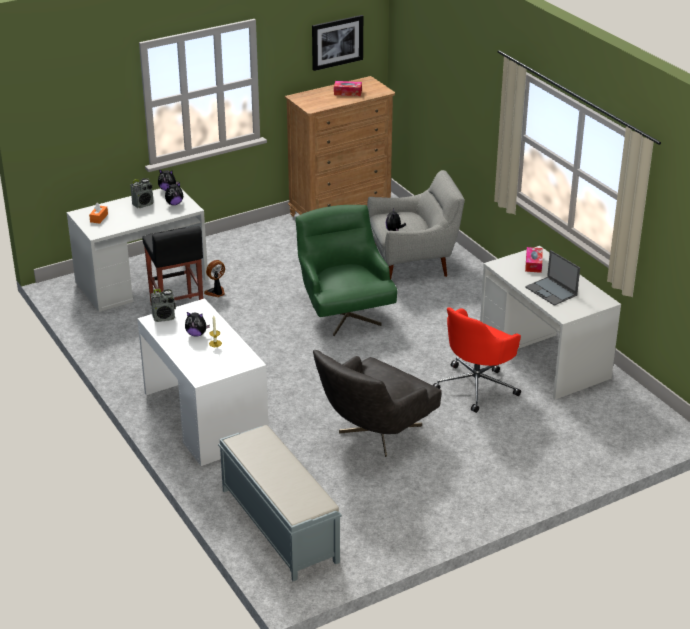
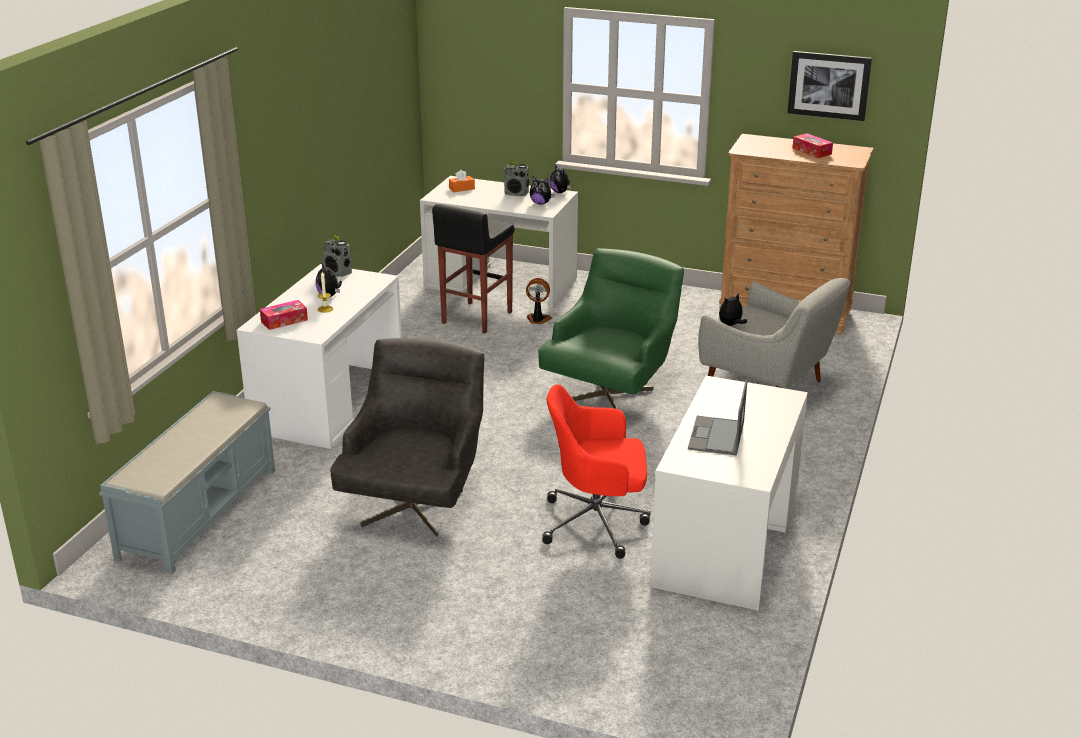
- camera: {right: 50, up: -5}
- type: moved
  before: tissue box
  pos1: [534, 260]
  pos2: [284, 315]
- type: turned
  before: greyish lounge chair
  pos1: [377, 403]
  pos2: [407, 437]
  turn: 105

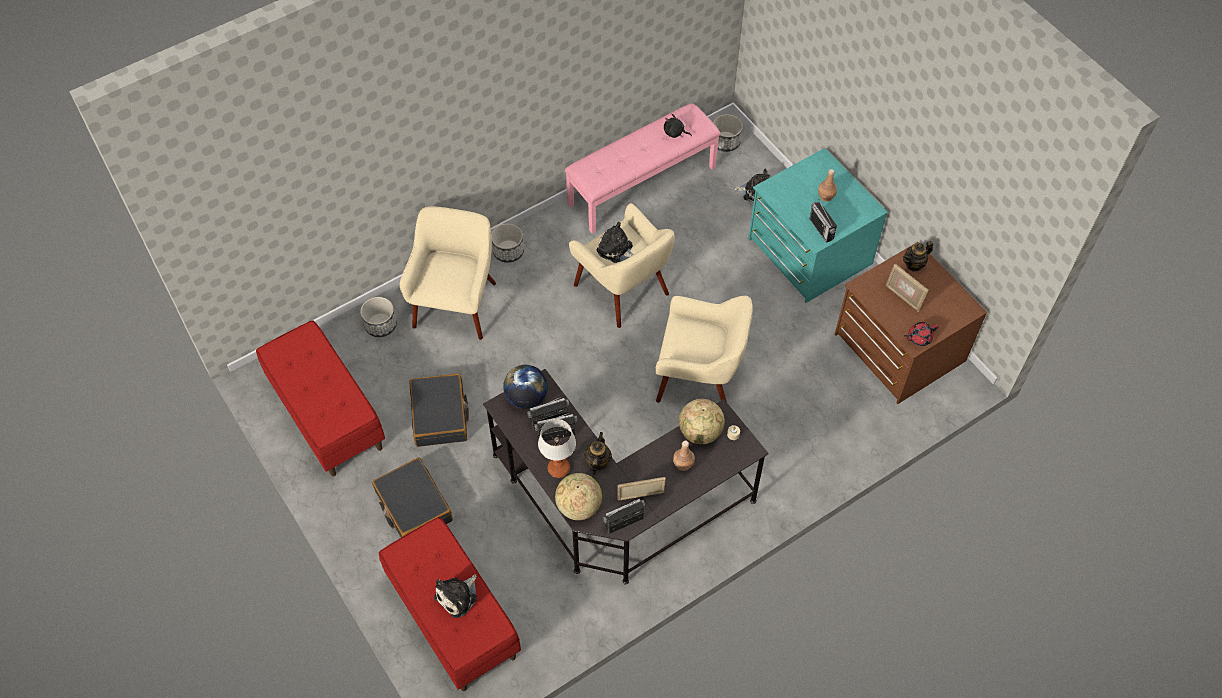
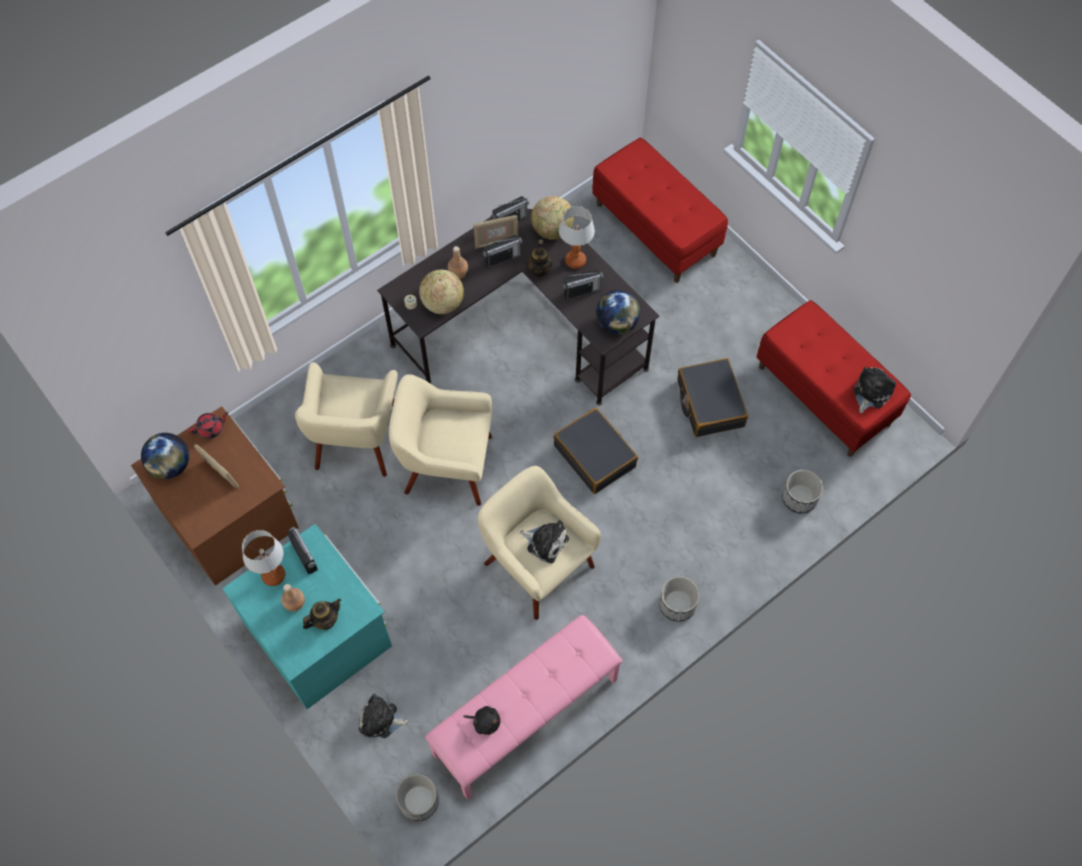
- camera: {right: 175, up: 5}
- type: added
  after: globe
  pos2: [165, 456]
- type: added
  after: table lamp
  pos2: [263, 558]
- type: moved
  before: black-coloured piece of luggage
  pos1: [412, 497]
  pos2: [595, 451]
- type: moved
  before: beige lounge chair
  pos1: [448, 273]
  pos2: [346, 419]
- type: moved
  before: plush toy
  pos1: [455, 596]
  pos2: [874, 390]
- type: moved
  before: radio receiver
  pos1: [548, 413]
  pos2: [502, 251]
- type: moved
  before: tea pot
  pos1: [918, 256]
  pos2: [322, 614]

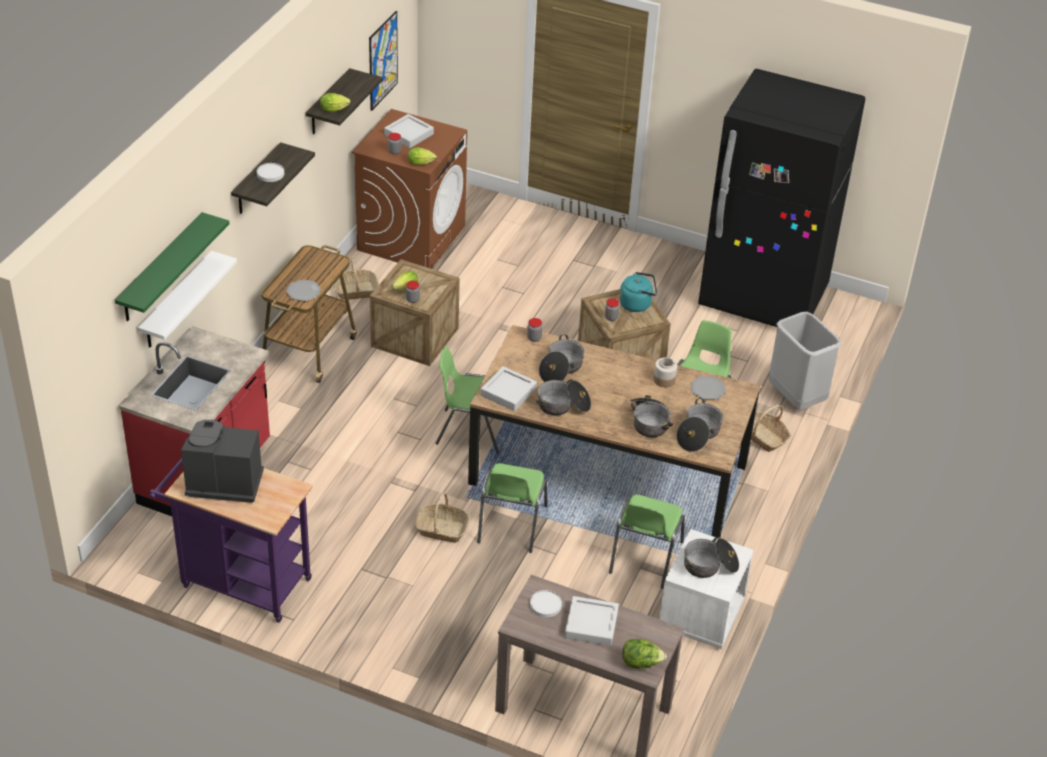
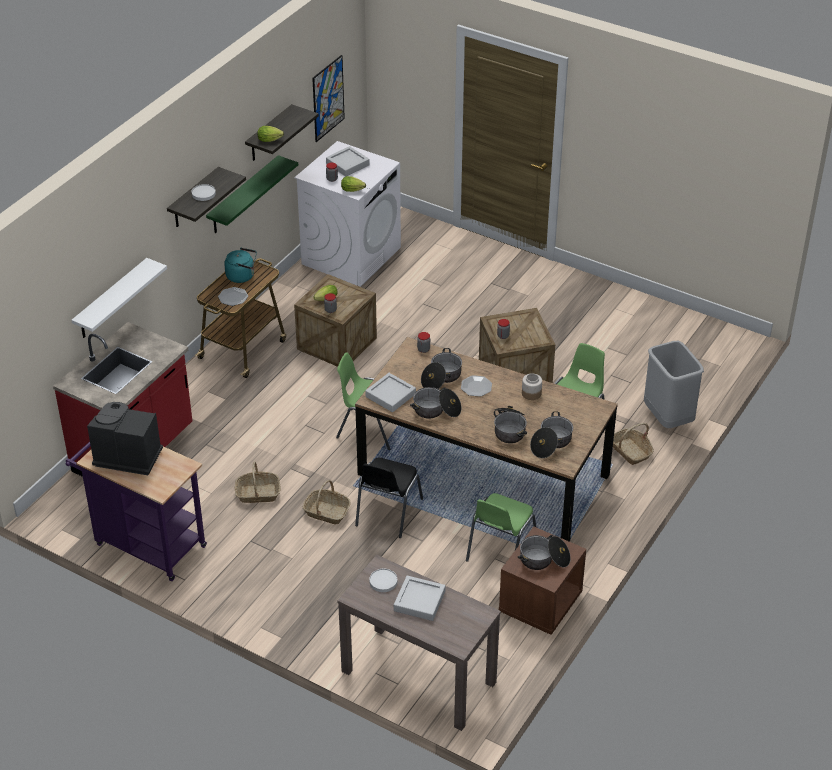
- camera: {right: 10, up: 0}
- type: removed
  before: head of lettuce
  pos1: [644, 654]
- type: removed
  before: black-coloured refrigerator
  pos1: [781, 198]
- type: moved
  before: greenish shelf
  pos1: [172, 266]
  pos2: [252, 194]
- type: moved
  before: household basket
  pos1: [356, 279]
  pos2: [257, 482]
- type: moved
  before: blue-green tea kettle
  pos1: [638, 292]
  pos2: [240, 265]
- type: moved
  before: flat dish
  pos1: [708, 388]
  pos2: [476, 386]
- type: recoloured
  before: brown laundry machine
  after: white laundry machine
  pos1: [409, 189]
  pos2: [348, 214]
- type: recoloured
  before: greenish chair
  after: black-coloured chair
  pos1: [512, 508]
  pos2: [389, 498]
- type: recoloured
  before: white bedside table
  after: brown bedside table
  pos1: [706, 589]
  pos2: [542, 581]

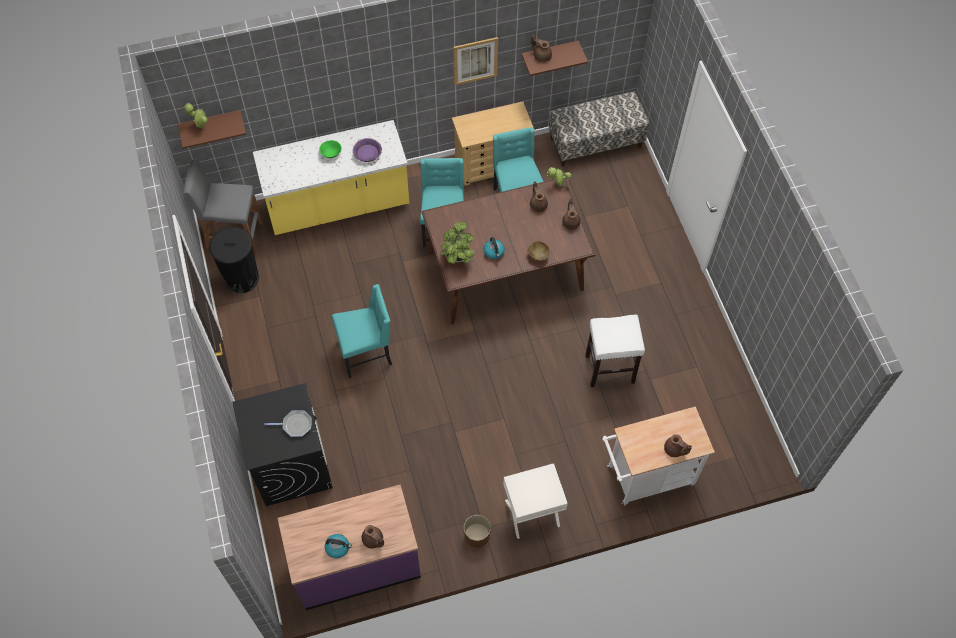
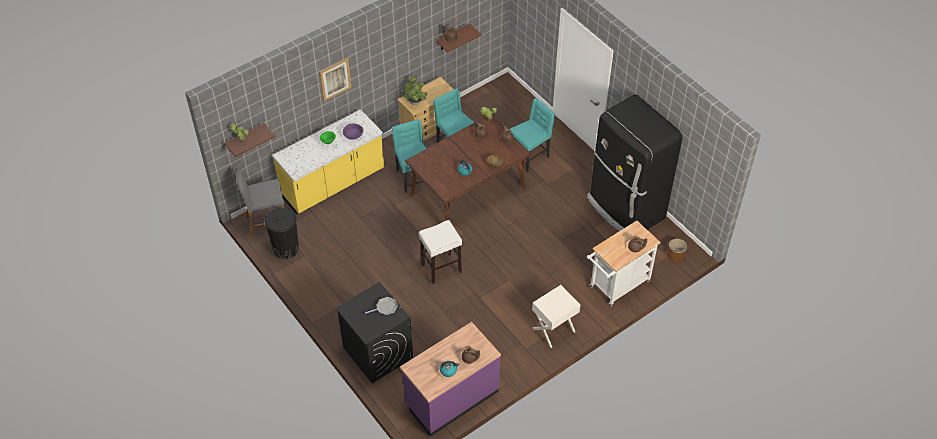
- camera: {right: -20, up: -10}
- type: removed
  before: indoor bench
  pos1: [599, 129]
- type: added
  after: black-coloured refrigerator
  pos2: [634, 163]
- type: moved
  before: blue-green chair
  pos1: [362, 331]
  pos2: [532, 135]
- type: moved
  before: plant in a pot
  pos1: [458, 243]
  pos2: [415, 90]
- type: moved
  before: picture
  pos1: [475, 61]
  pos2: [336, 79]
- type: moved
  before: brown planter
  pos1: [477, 531]
  pos2: [677, 250]
- type: moved
  before: white stool
  pos1: [615, 350]
  pos2: [440, 252]

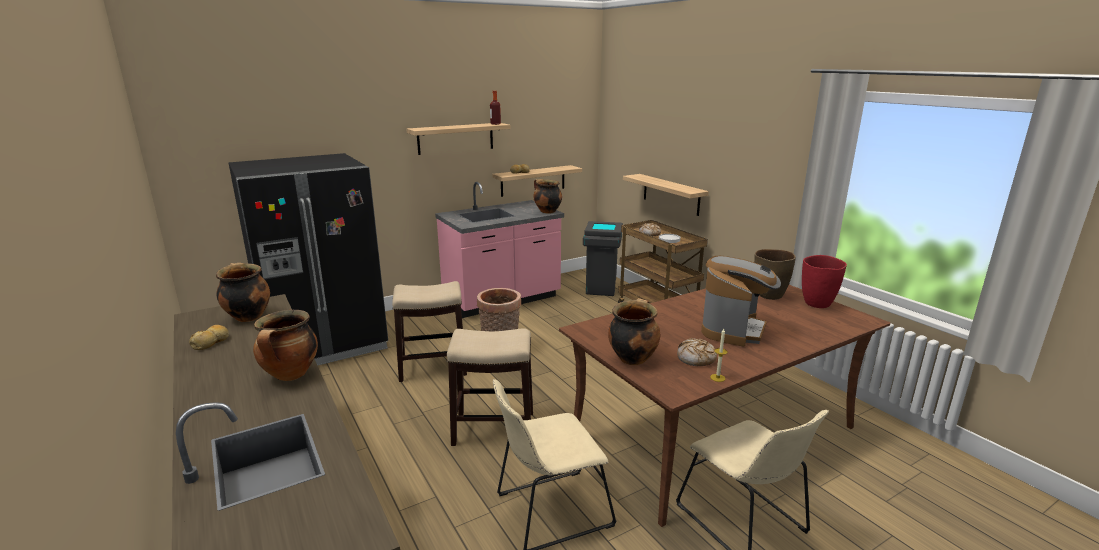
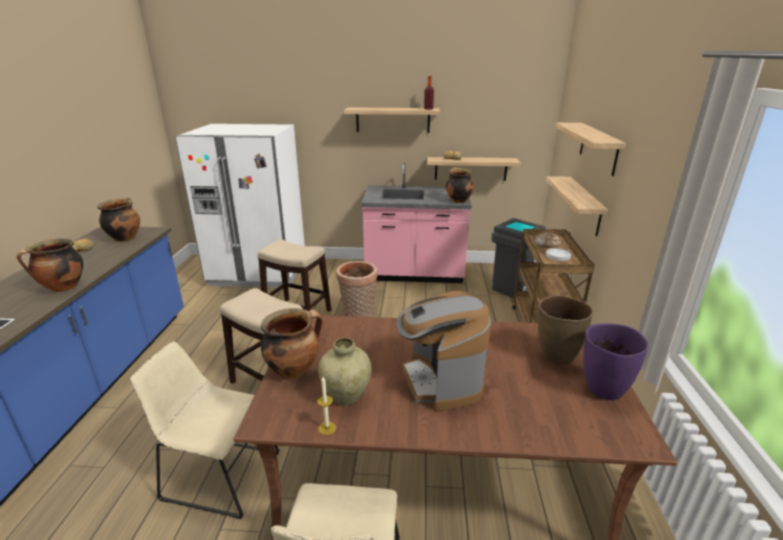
- camera: {right: 35, up: 5}
- type: added
  after: shelf
  pos2: [591, 149]
- type: replaced
  before: baked bread
  after: beige decorative vase
  pos1: [697, 352]
  pos2: [345, 371]
- type: recoloured
  before: black-coloured refrigerator
  after: white refrigerator
  pos1: [308, 259]
  pos2: [240, 206]
- type: recoloured
  before: red-coloured decorative vase
  after: purplish decorative vase
  pos1: [824, 281]
  pos2: [616, 361]
- type: turned
  before: coffee maker
  pos1: [741, 301]
  pos2: [443, 351]
  turn: 105

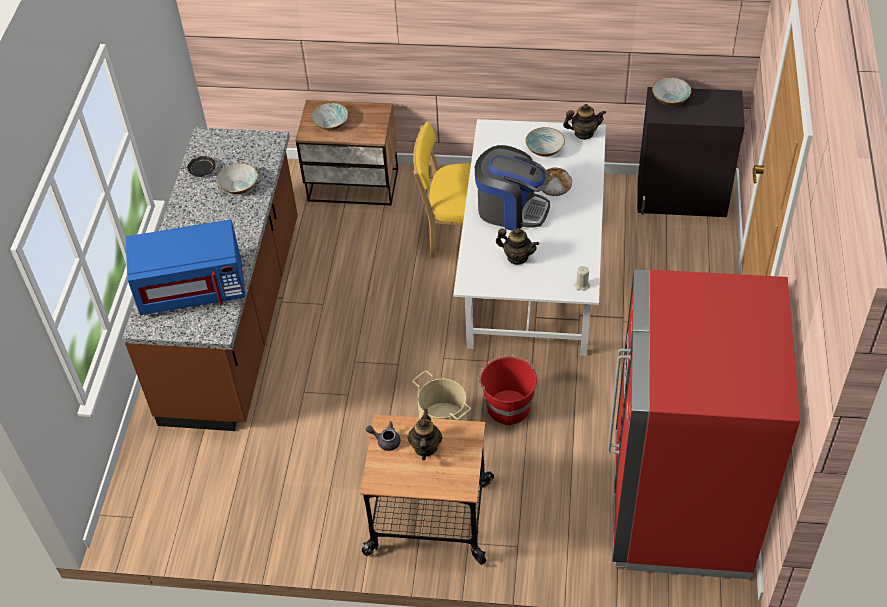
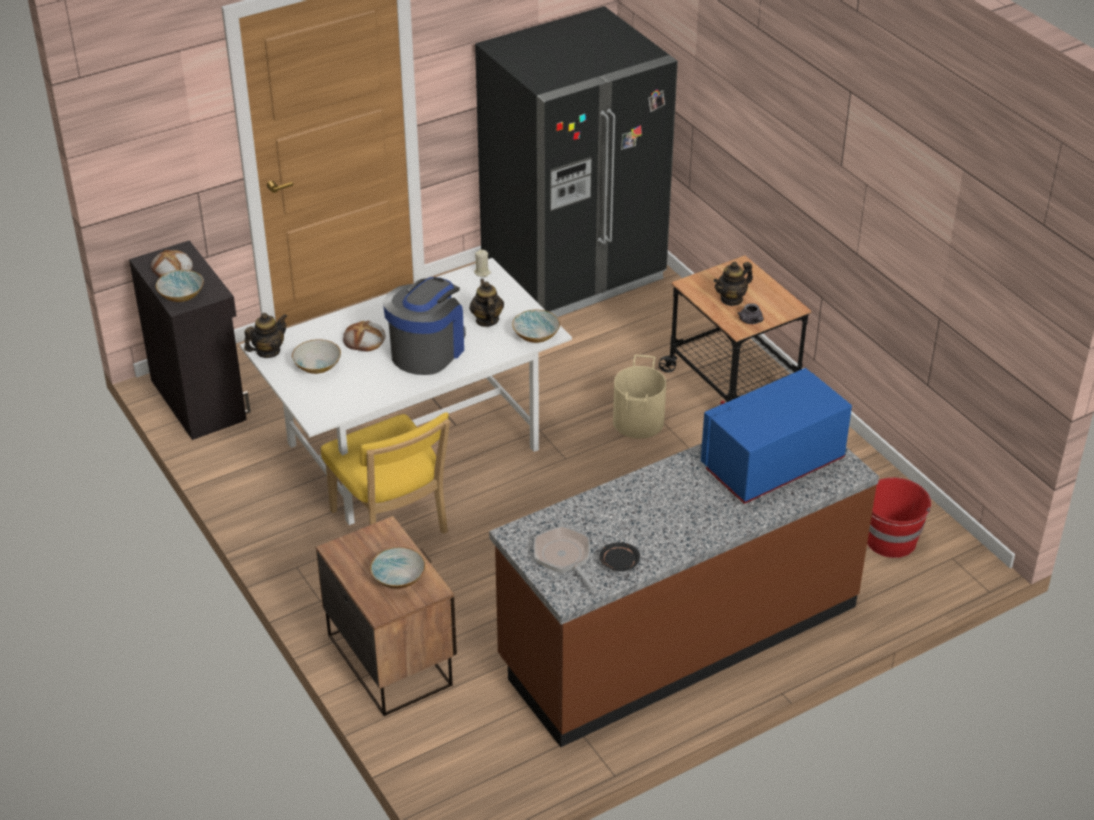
- camera: {right: -130, up: -10}
- type: added
  after: baked bread
  pos2: [172, 263]
- type: added
  after: skillet
  pos2: [565, 558]
- type: moved
  before: serving bowl
  pos1: [237, 178]
  pos2: [536, 326]
- type: moved
  before: red-coloured pail
  pos1: [507, 390]
  pos2: [899, 518]
- type: recoloured
  before: red-coloured refrigerator
  after: black-coloured refrigerator
  pos1: [704, 424]
  pos2: [576, 161]
- type: turned
  before: bluish kitchen microwave
  pos1: [185, 267]
  pos2: [776, 436]
  turn: -75
- type: turned
  before: coffee maker
  pos1: [512, 188]
  pos2: [424, 326]
  turn: 45
- type: turned
  before: tea pot
  pos1: [584, 122]
  pos2: [265, 335]
  turn: 90

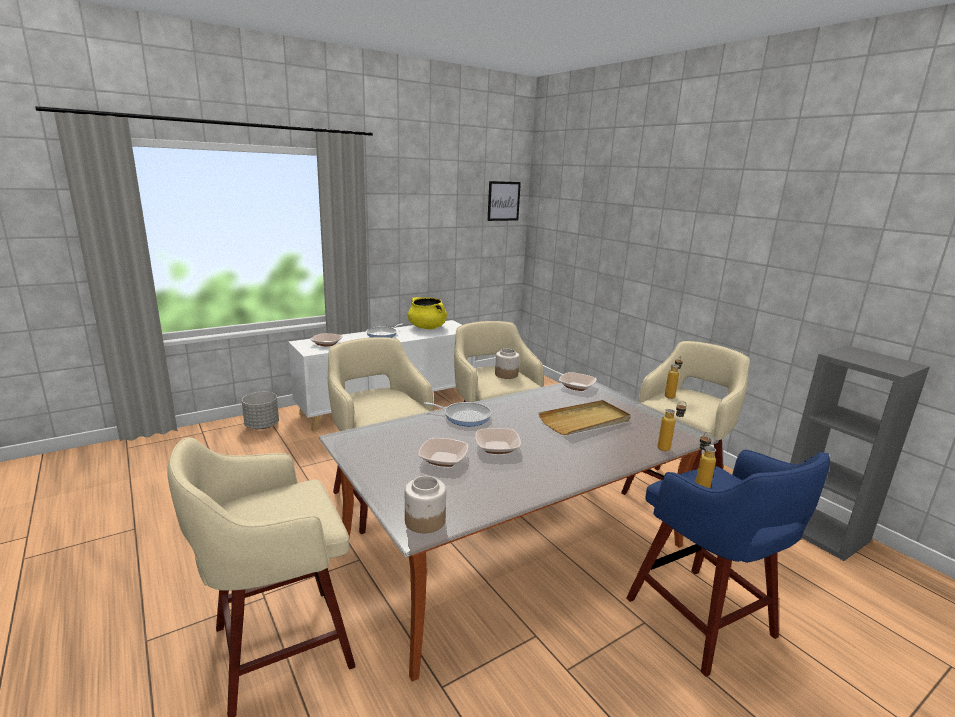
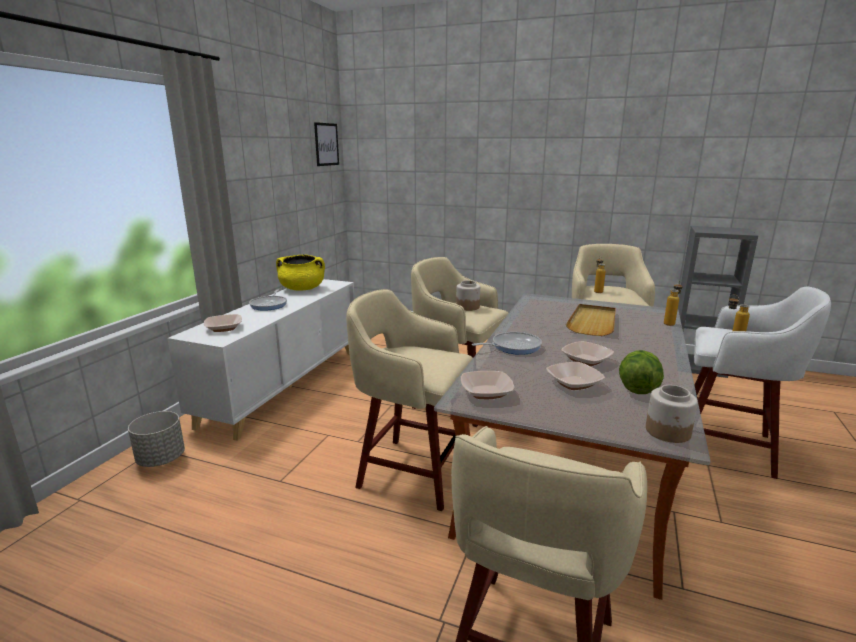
- camera: {right: -35, up: 0}
- type: added
  after: head of lettuce
  pos2: [641, 372]
- type: moved
  before: serving bowl
  pos1: [577, 381]
  pos2: [487, 385]
- type: recoloured
  before: bluish stool
  after: white stool
  pos1: [728, 563]
  pos2: [762, 382]

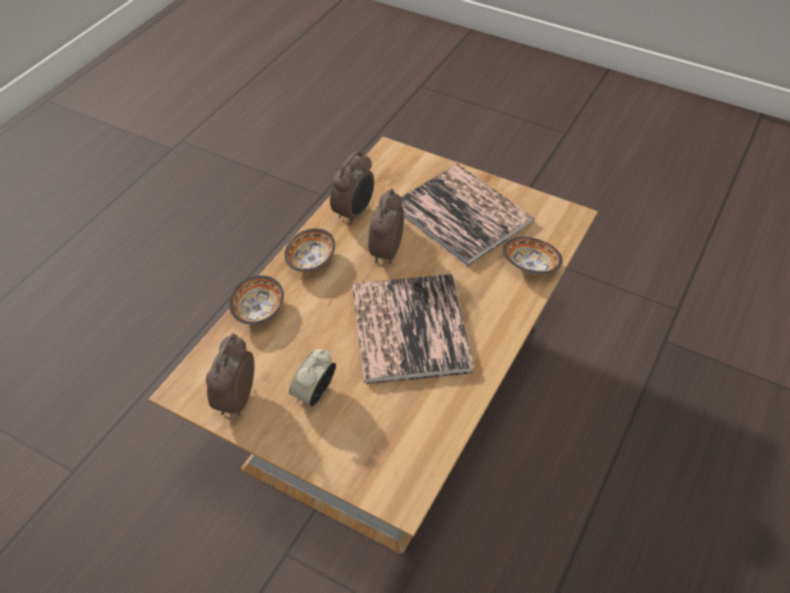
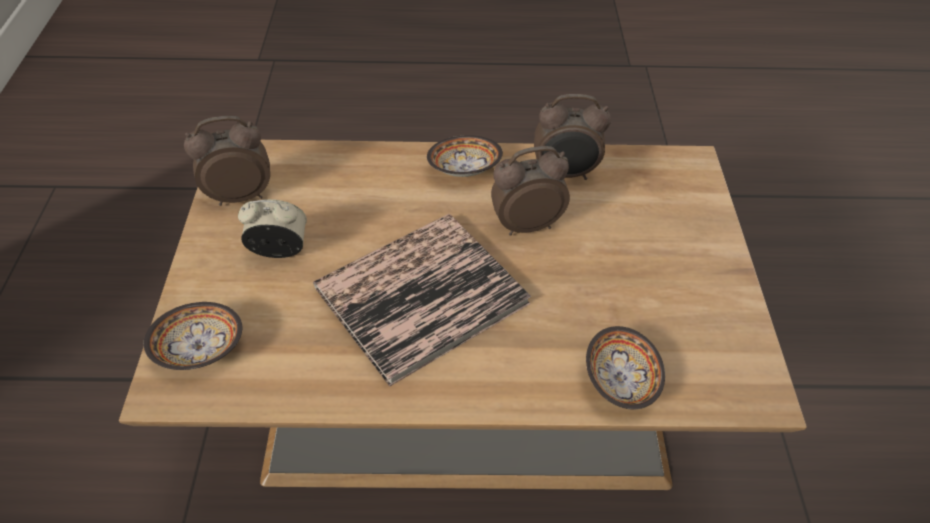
- camera: {right: 60, up: 0}
- type: removed
  before: book
  pos1: [468, 215]
- type: moved
  before: serving bowl
  pos1: [256, 300]
  pos2: [193, 336]

